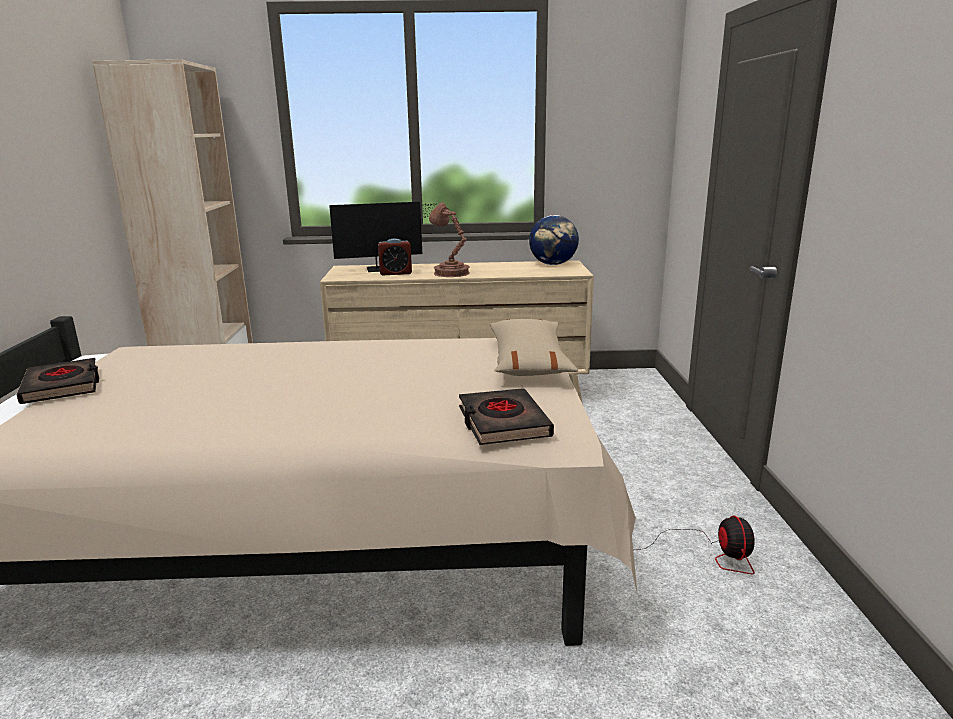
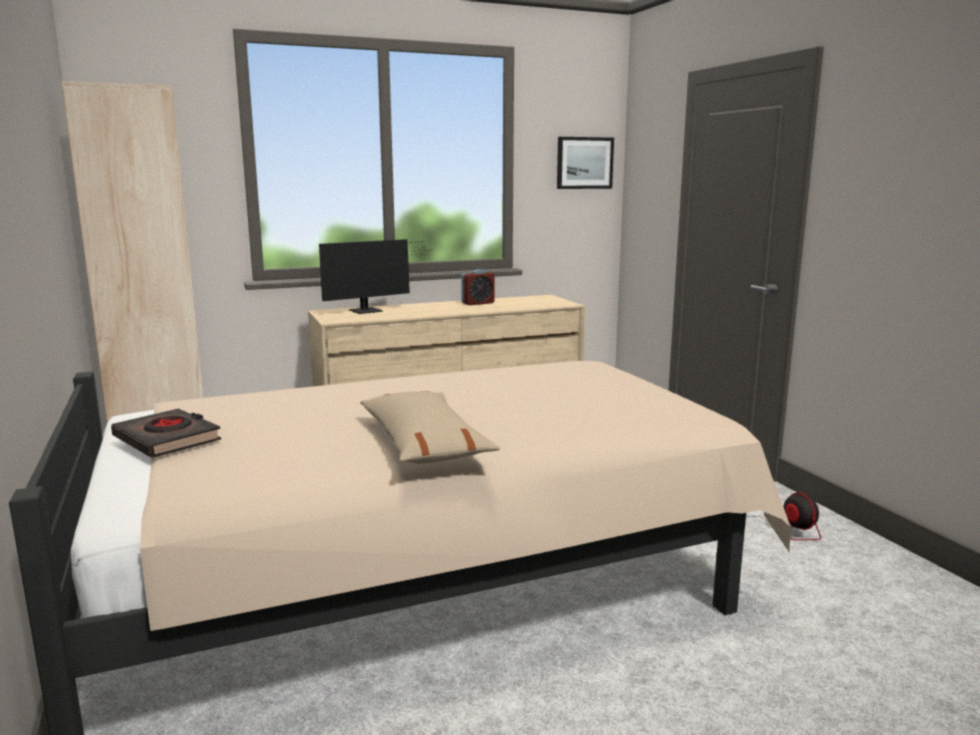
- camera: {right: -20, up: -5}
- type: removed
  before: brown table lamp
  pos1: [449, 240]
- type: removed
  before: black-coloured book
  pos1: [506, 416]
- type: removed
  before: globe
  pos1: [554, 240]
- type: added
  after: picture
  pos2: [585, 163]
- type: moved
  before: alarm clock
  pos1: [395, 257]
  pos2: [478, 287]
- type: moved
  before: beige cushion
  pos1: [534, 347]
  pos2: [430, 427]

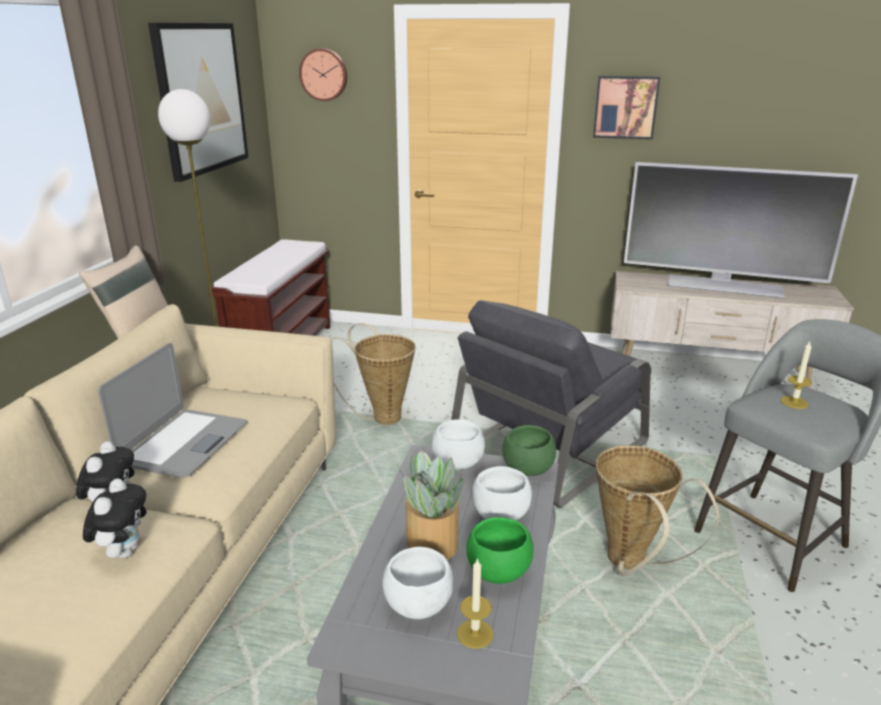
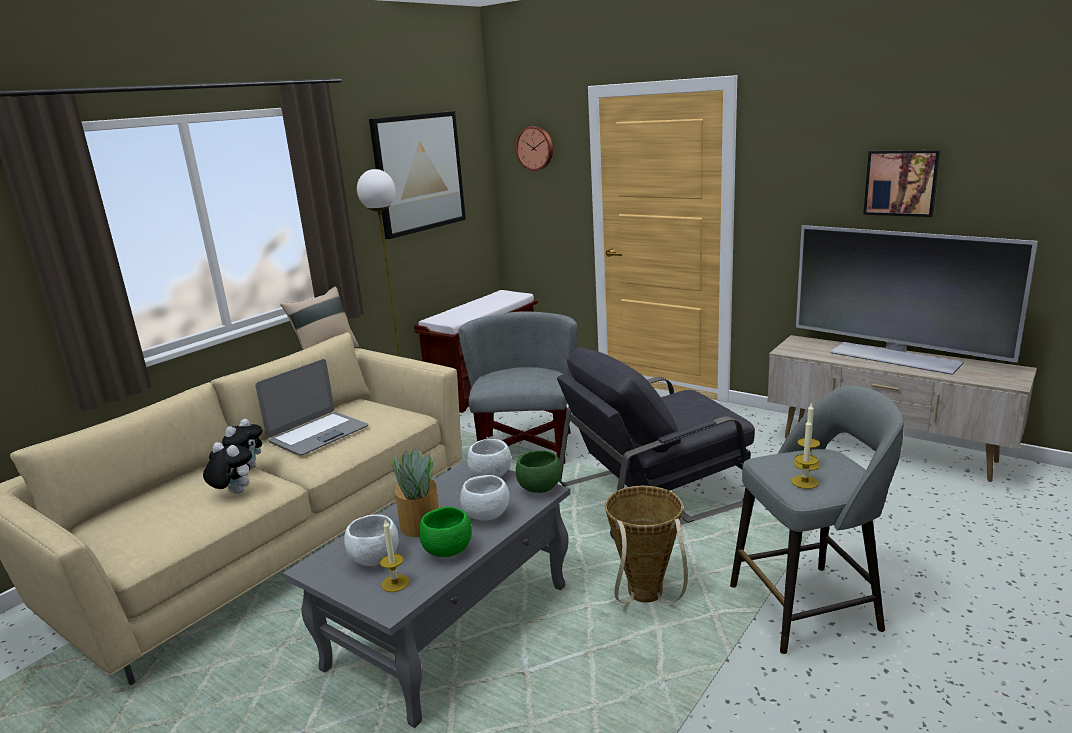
- camera: {right: 25, up: -5}
- type: added
  after: candle
  pos2: [805, 454]
- type: moved
  before: picture
  pos1: [626, 108]
  pos2: [902, 183]
- type: replaced
  before: household basket
  after: greyish lounge chair
  pos1: [374, 374]
  pos2: [517, 387]
- type: turned
  before: plush toy
  pos1: [115, 518]
  pos2: [227, 468]
  turn: -90

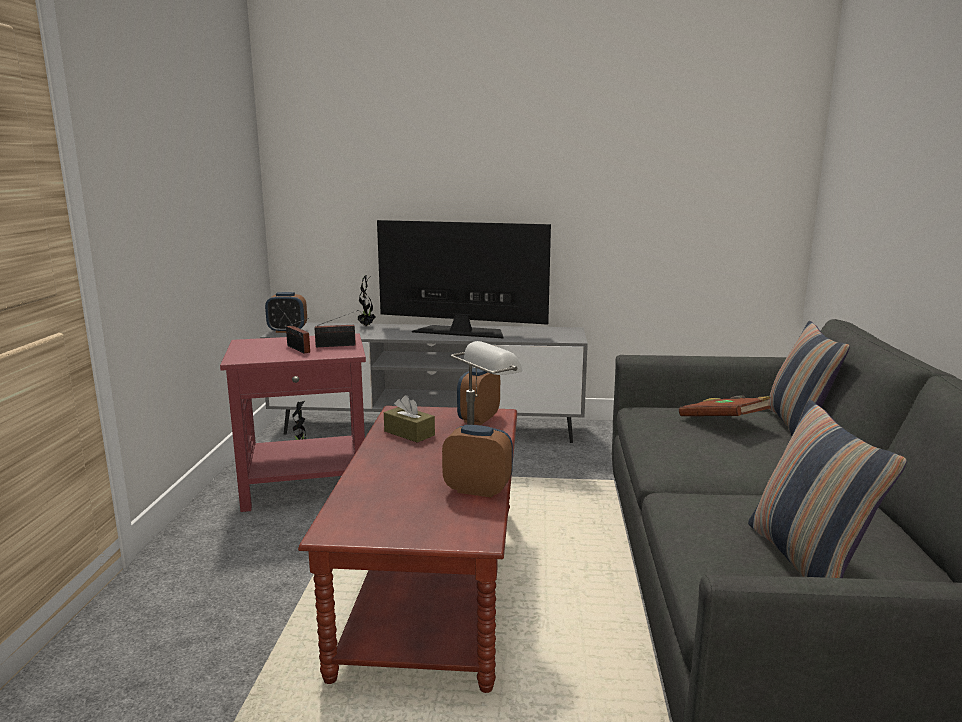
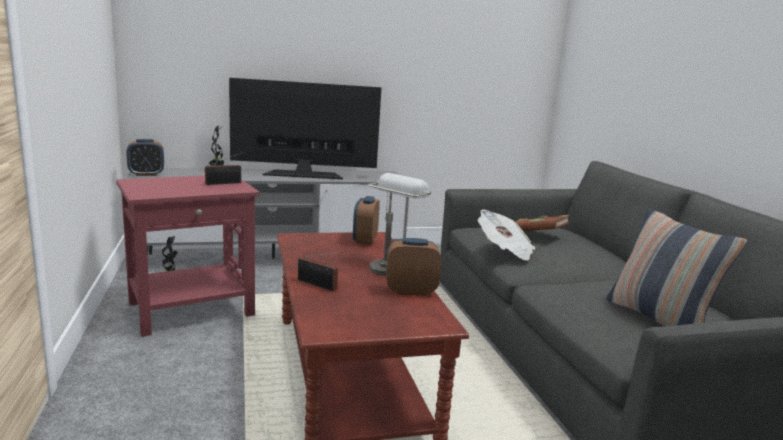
- camera: {right: -20, up: 0}
- type: removed
  before: brown tissue box
  pos1: [409, 419]
- type: removed
  before: cushion
  pos1: [809, 378]
- type: added
  after: printed paper
  pos2: [506, 235]
- type: moved
  before: radio receiver
  pos1: [298, 335]
  pos2: [320, 271]

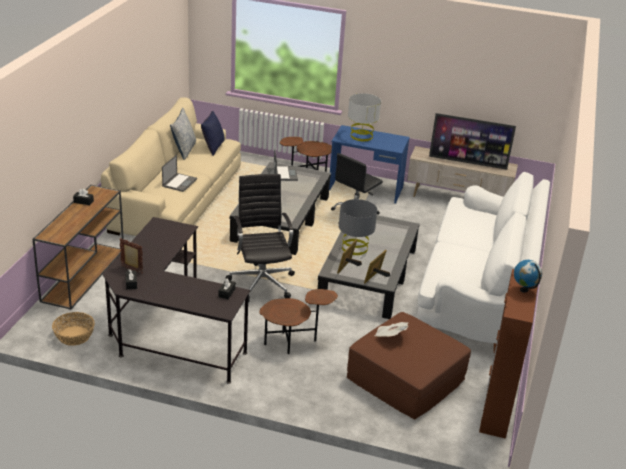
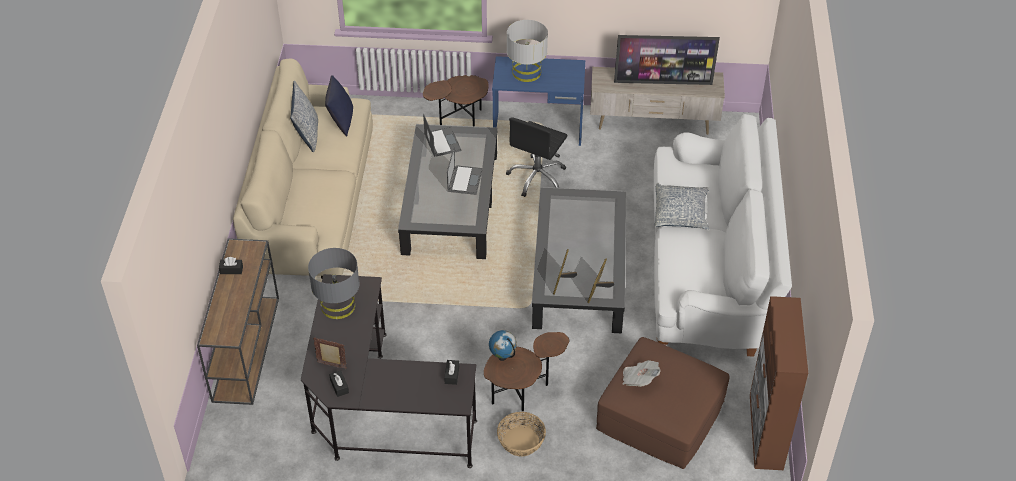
- camera: {right: -10, up: 15}
- type: removed
  before: black-coloured desk chair
  pos1: [260, 238]
- type: added
  after: cushion
  pos2: [682, 207]
- type: moved
  before: household basket
  pos1: [73, 329]
  pos2: [521, 434]
- type: moved
  before: laptop
  pos1: [179, 173]
  pos2: [465, 171]
- type: moved
  before: greyish table lamp
  pos1: [358, 227]
  pos2: [333, 283]
- type: moved
  before: globe
  pos1: [528, 276]
  pos2: [503, 345]

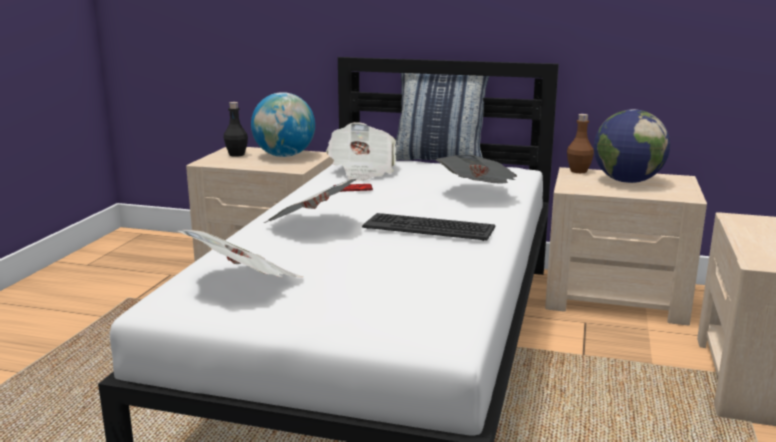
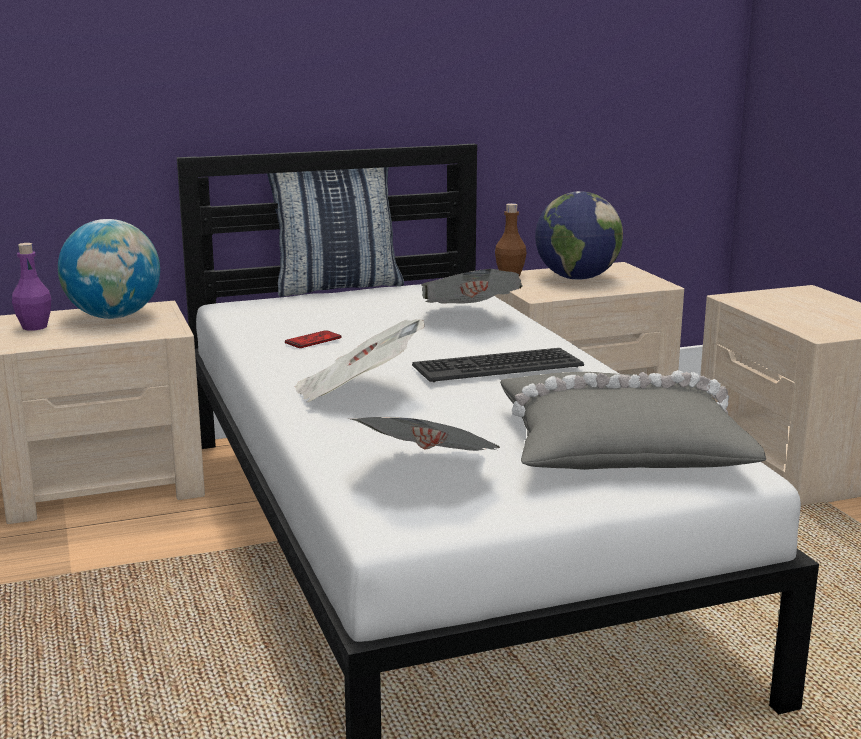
- camera: {right: -35, up: 0}
- type: removed
  before: printed paper
  pos1: [361, 151]
- type: added
  after: greyish cushion
  pos2: [633, 420]
- type: recoloured
  before: black-coloured bottle
  after: purplish bottle
  pos1: [236, 129]
  pos2: [31, 286]

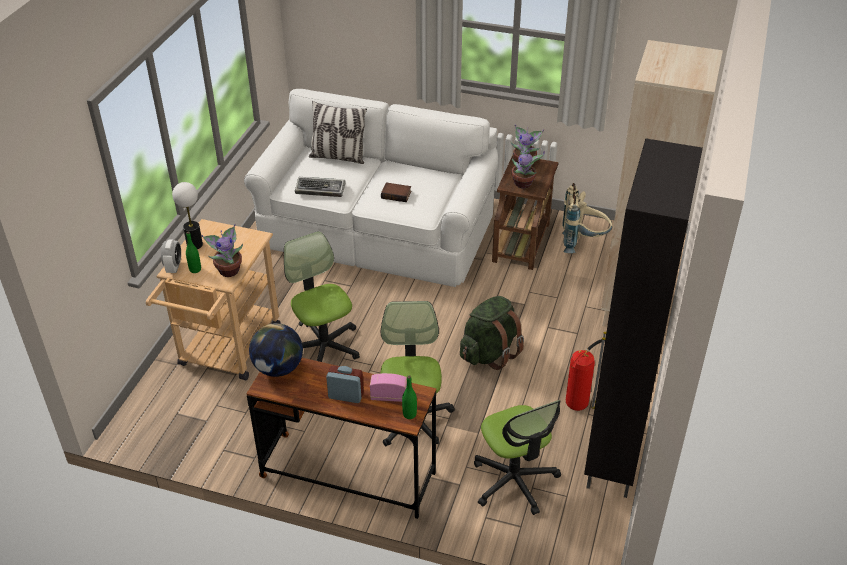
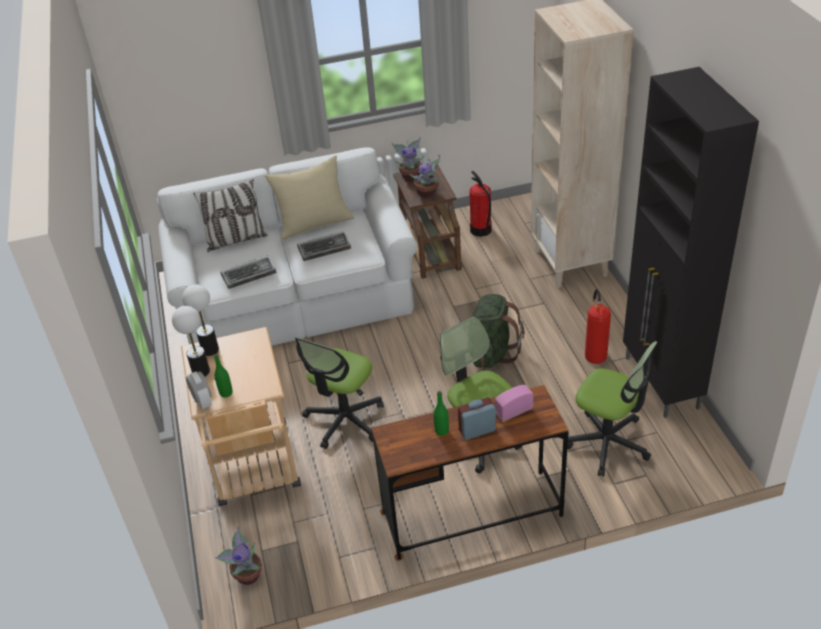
- camera: {right: -30, up: 0}
- type: removed
  before: globe
  pos1: [276, 350]
- type: added
  after: table lamp
  pos2: [200, 320]
- type: added
  after: beige cushion
  pos2: [309, 197]
- type: moved
  before: plant in a pot
  pos1: [222, 250]
  pos2: [238, 556]
- type: moved
  before: greenish bottle
  pos1: [409, 397]
  pos2: [441, 413]
- type: replaced
  before: book
  after: keyboard
  pos1: [396, 192]
  pos2: [324, 246]
- type: replaced
  before: beige backpack
  after: fire-fighting cylinder
  pos1: [587, 218]
  pos2: [480, 204]
- type: turned
  before: desk chair
  pos1: [322, 296]
  pos2: [339, 393]
  turn: -90

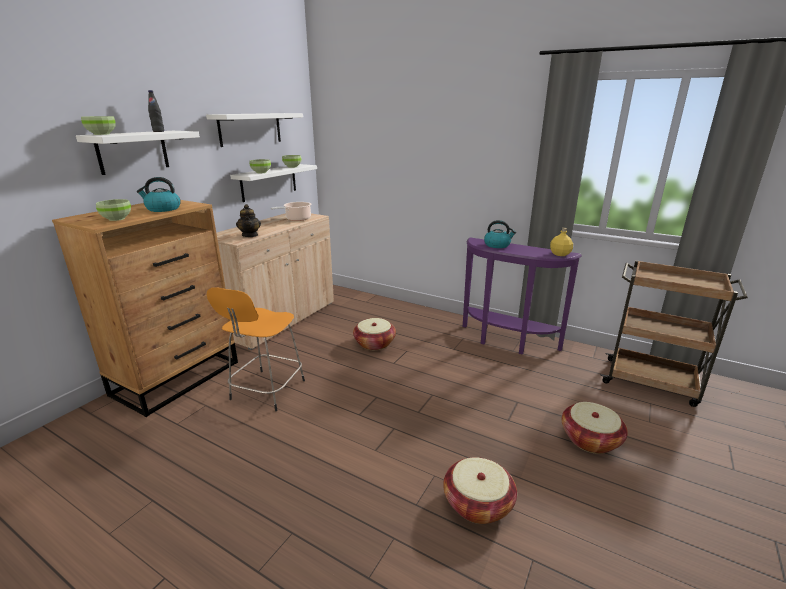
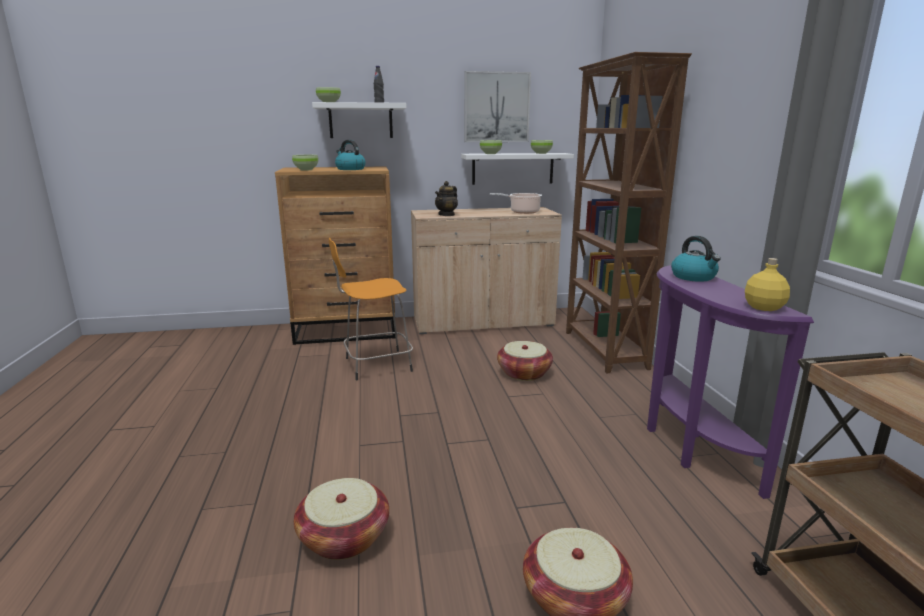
- camera: {right: 50, up: -5}
- type: added
  after: brown shelving unit
  pos2: [629, 212]
- type: replaced
  before: white shelf
  after: picture
  pos1: [254, 130]
  pos2: [497, 106]

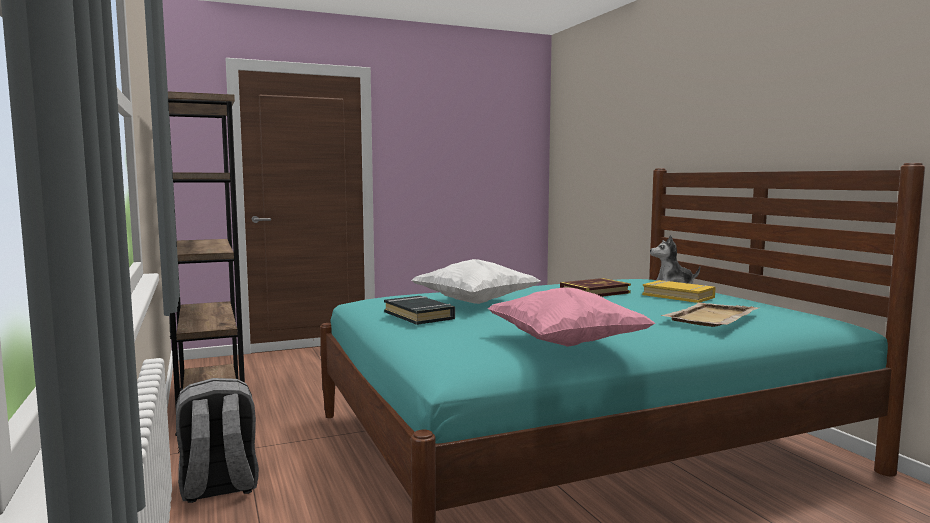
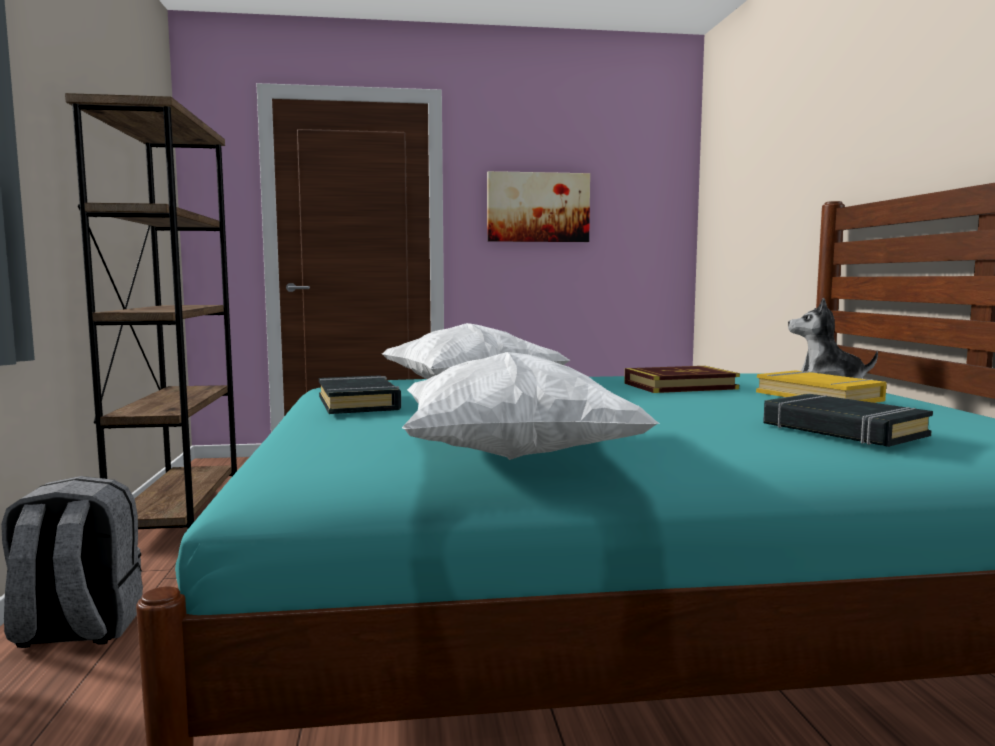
- camera: {right: 15, up: 0}
- type: added
  after: picture
  pos2: [538, 206]
- type: replaced
  before: beige serving tray
  after: black-coloured book
  pos1: [709, 315]
  pos2: [848, 420]
- type: recoloured
  before: pink-coloured cushion
  after: white cushion
  pos1: [571, 317]
  pos2: [531, 406]

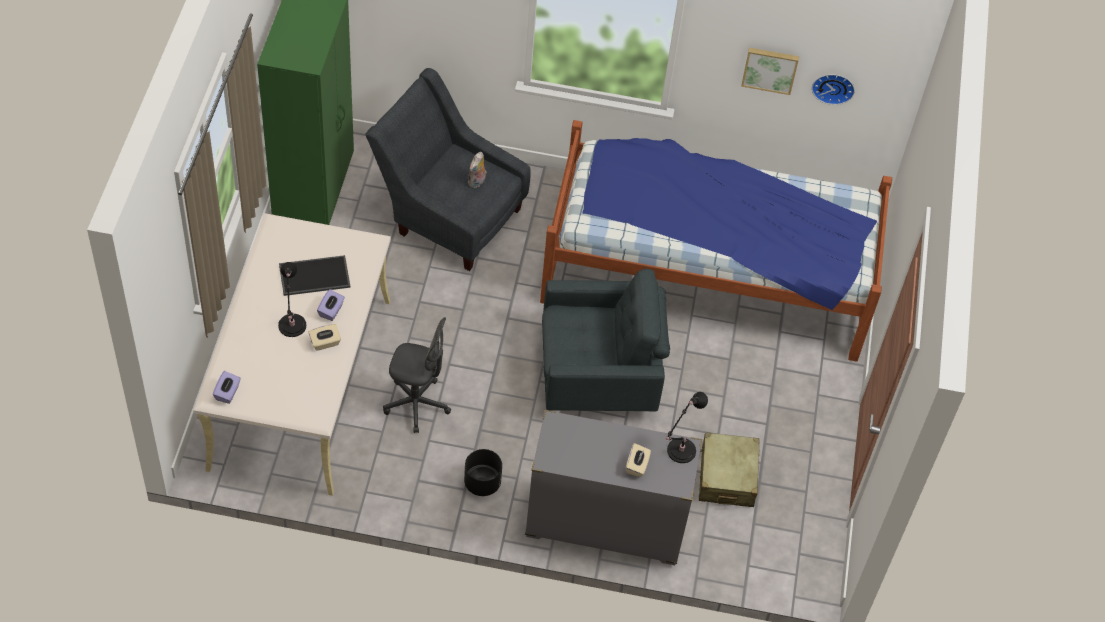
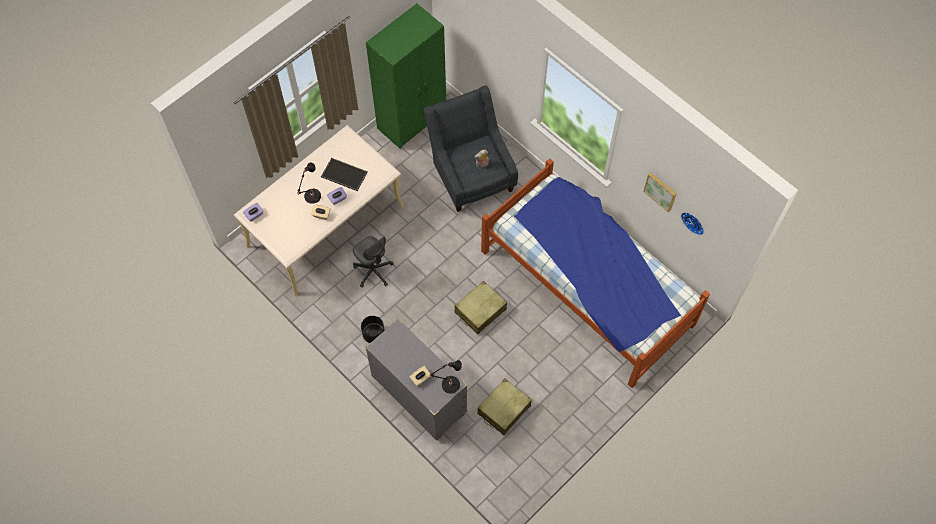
- camera: {right: 40, up: 10}
- type: replaced
  before: greyish lounge chair
  after: beige piece of luggage
  pos1: [606, 340]
  pos2: [480, 307]

